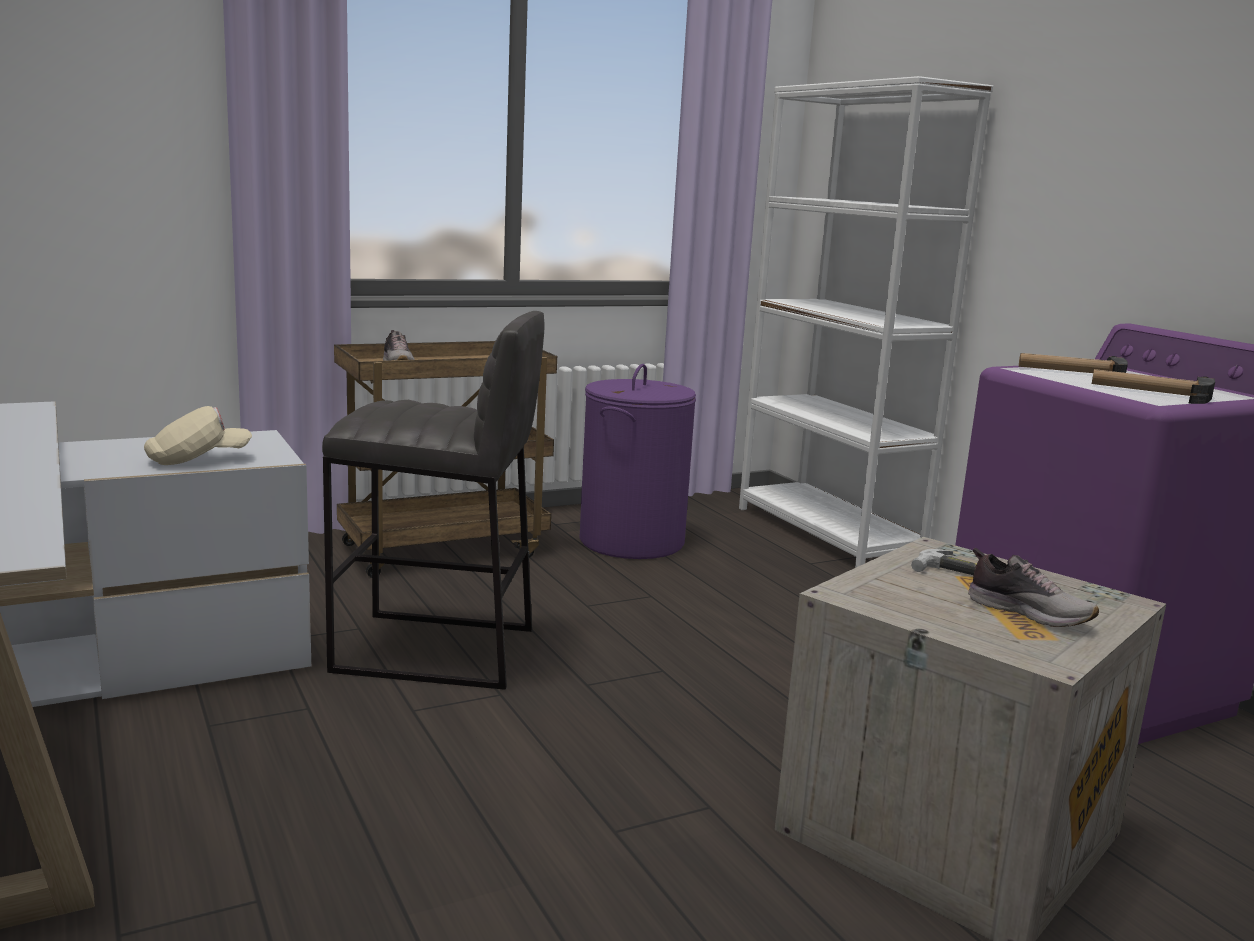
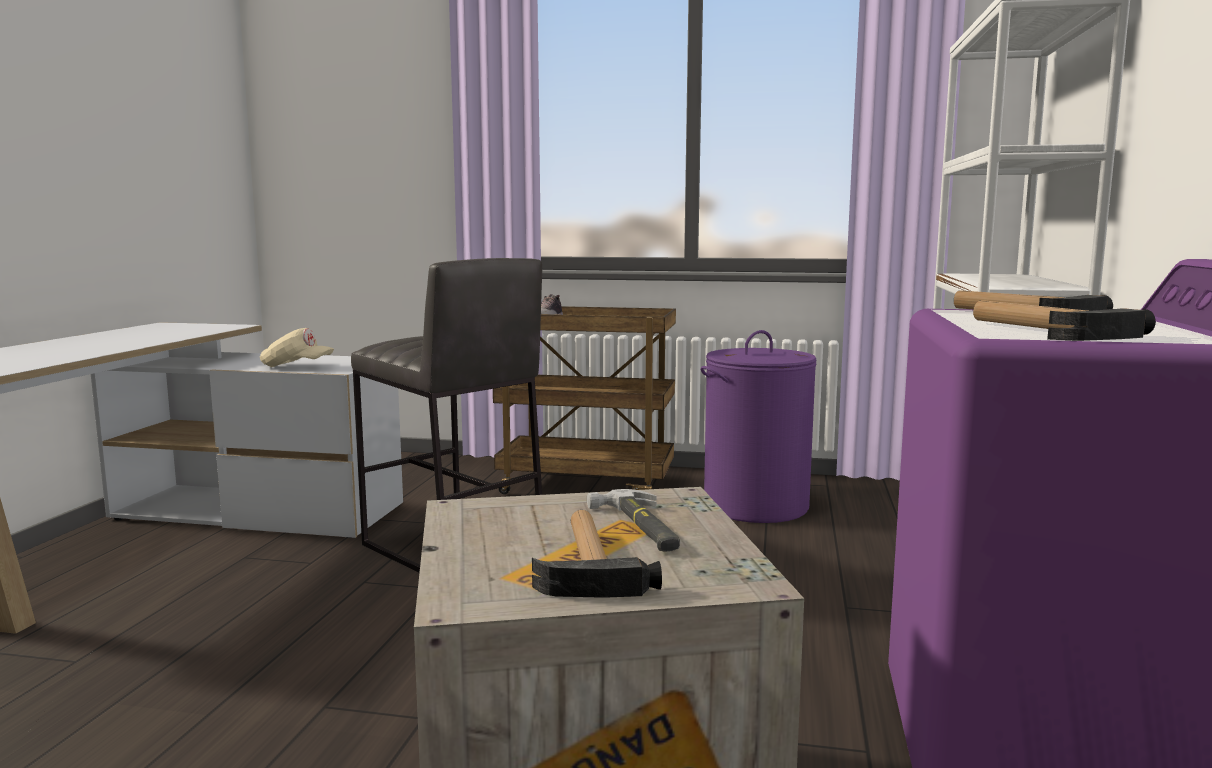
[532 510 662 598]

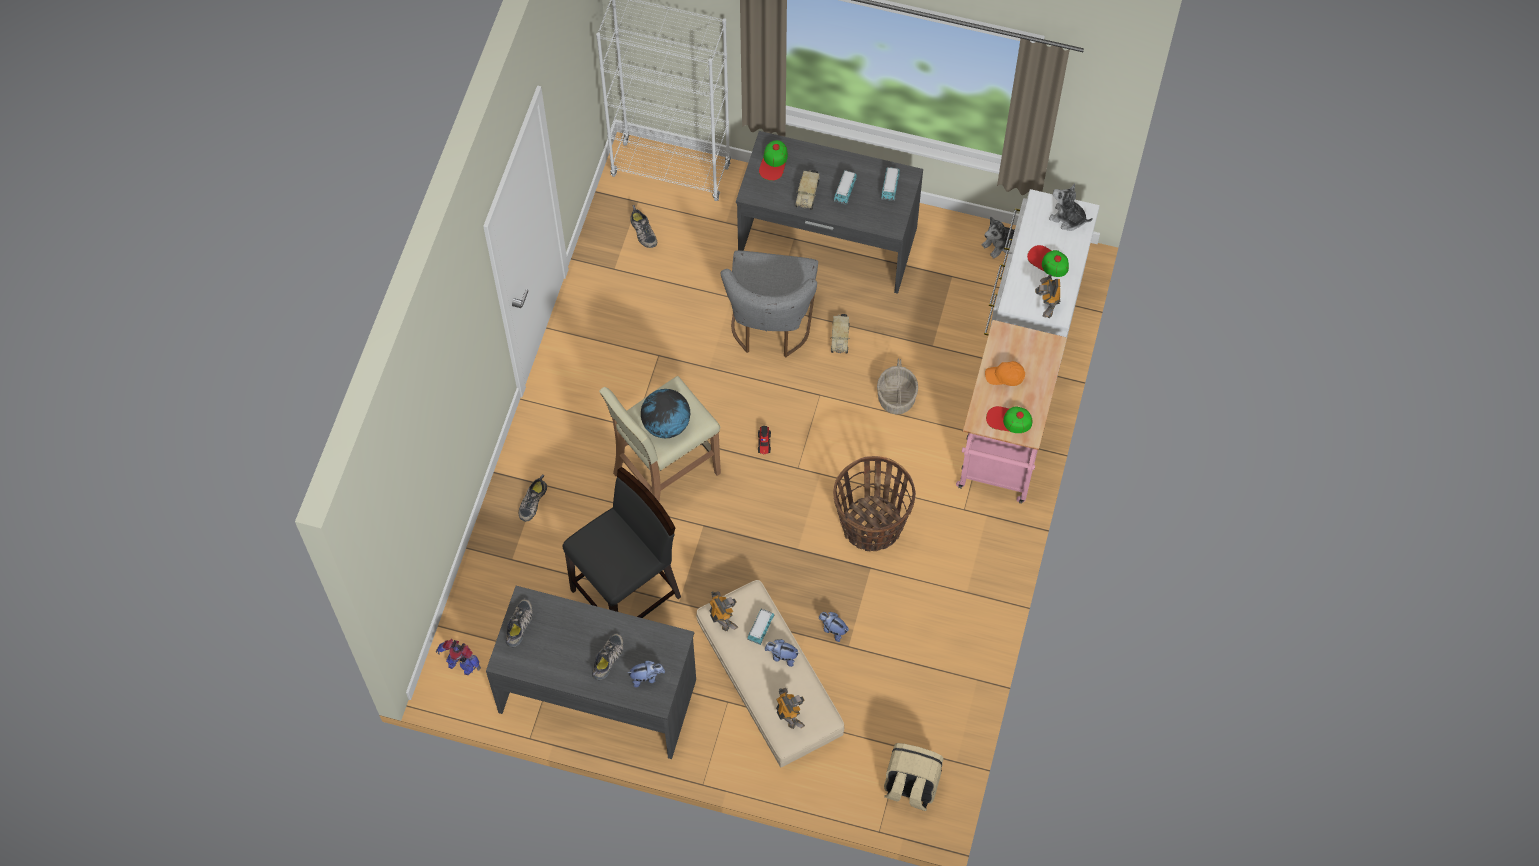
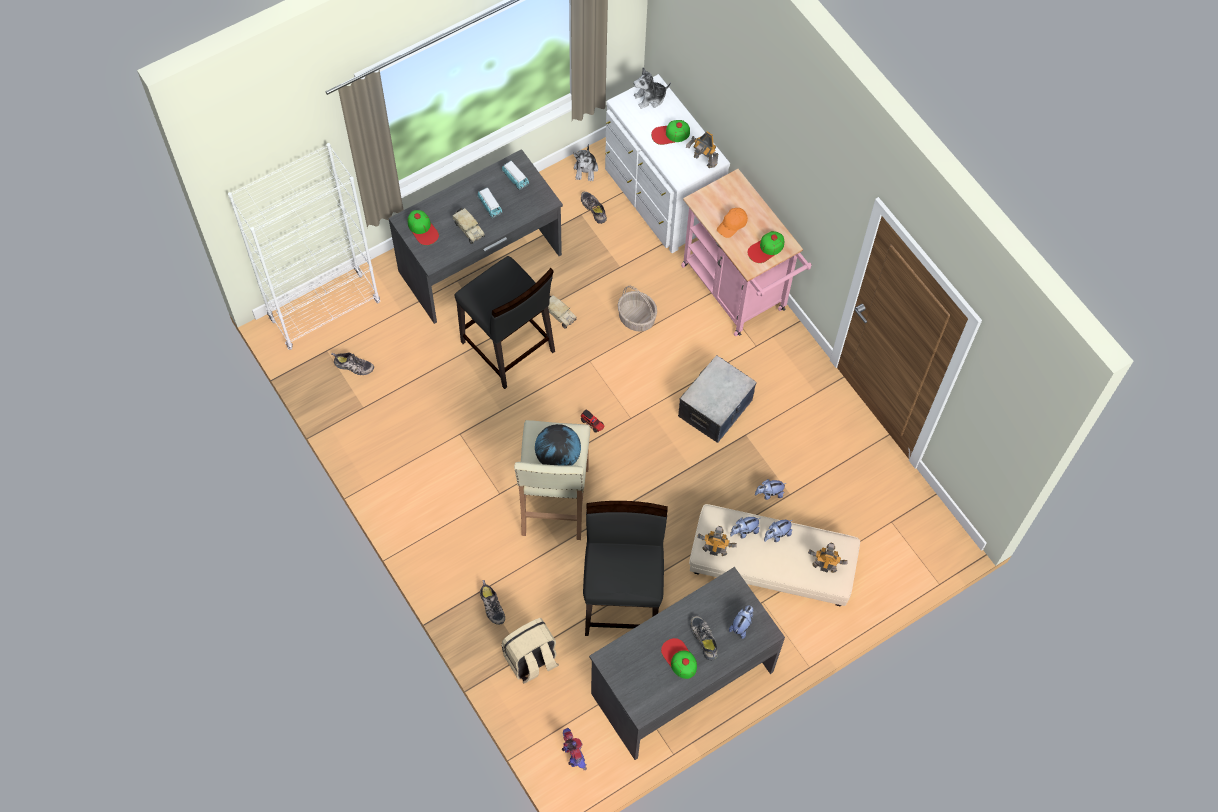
[661 638 697 679]
[581 191 607 224]
[502 618 559 684]
[455 256 555 389]
[730 517 760 538]
[678 355 757 443]
[562 728 587 771]

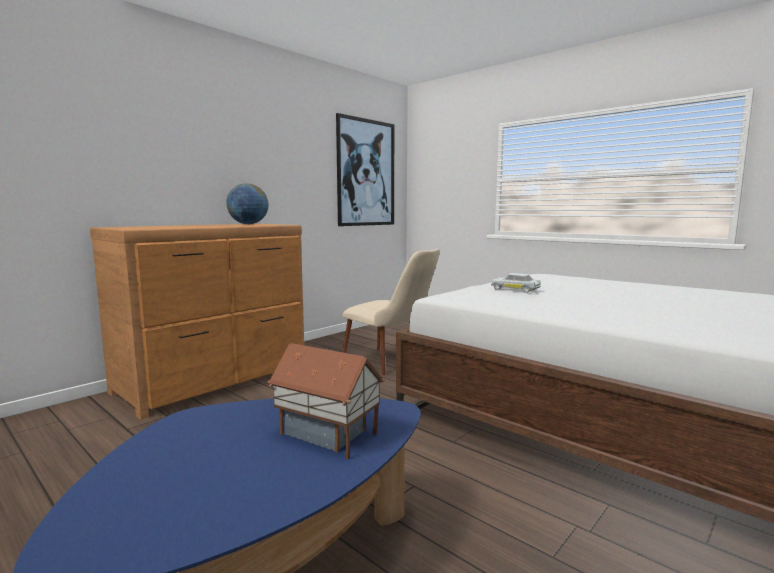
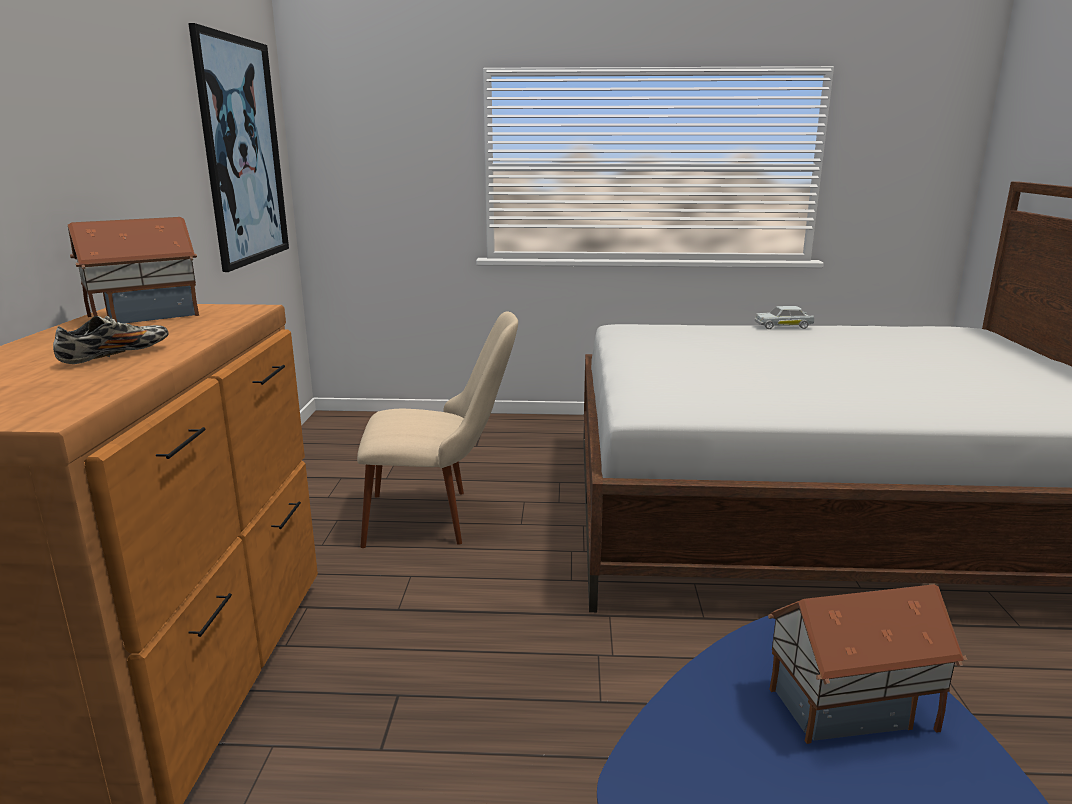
[53 316 169 364]
[755 306 814 329]
[68 217 199 324]

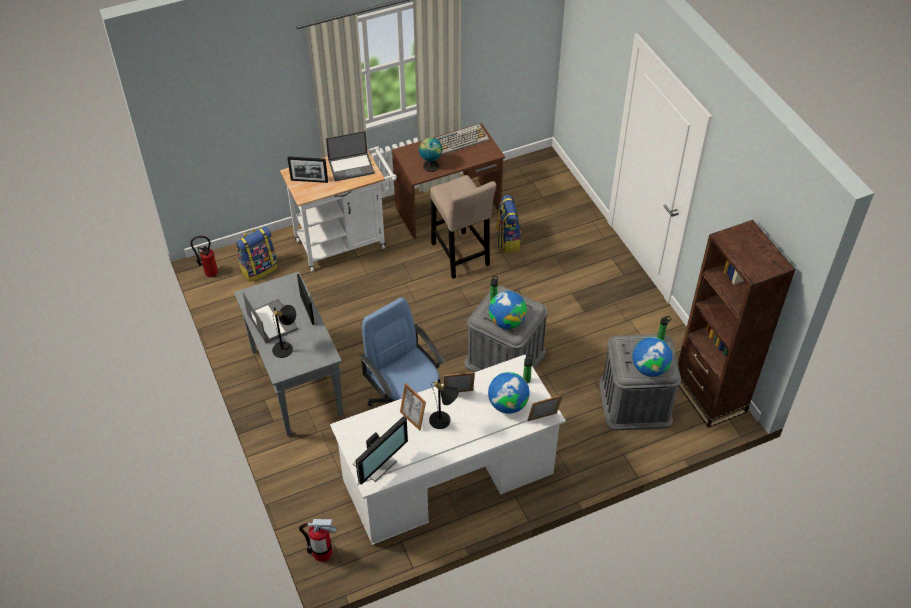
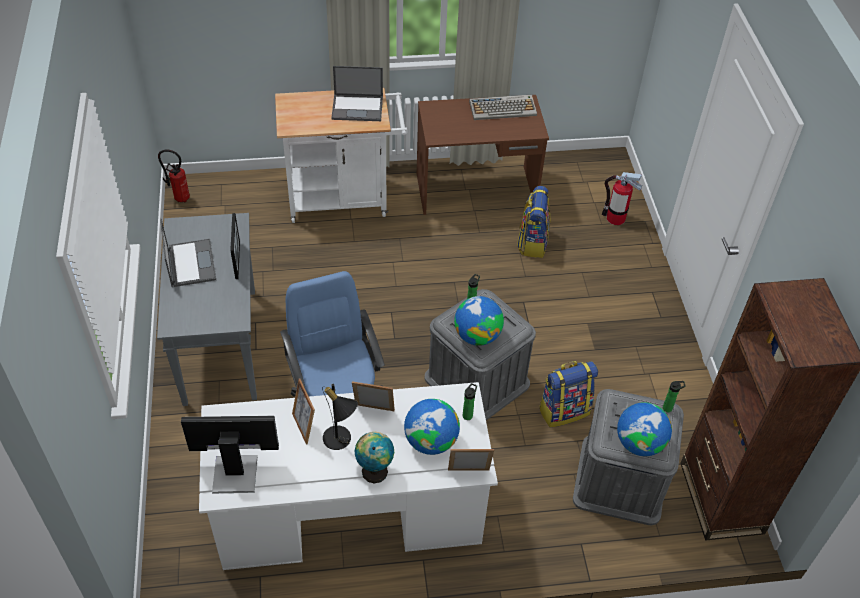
[272 305 297 358] (first image)
[288 156 328 183] (first image)
[430 175 496 279] (first image)
[539 361 598 427]
[602 172 642 225]
[355 432 394 483]
[181 416 279 493]

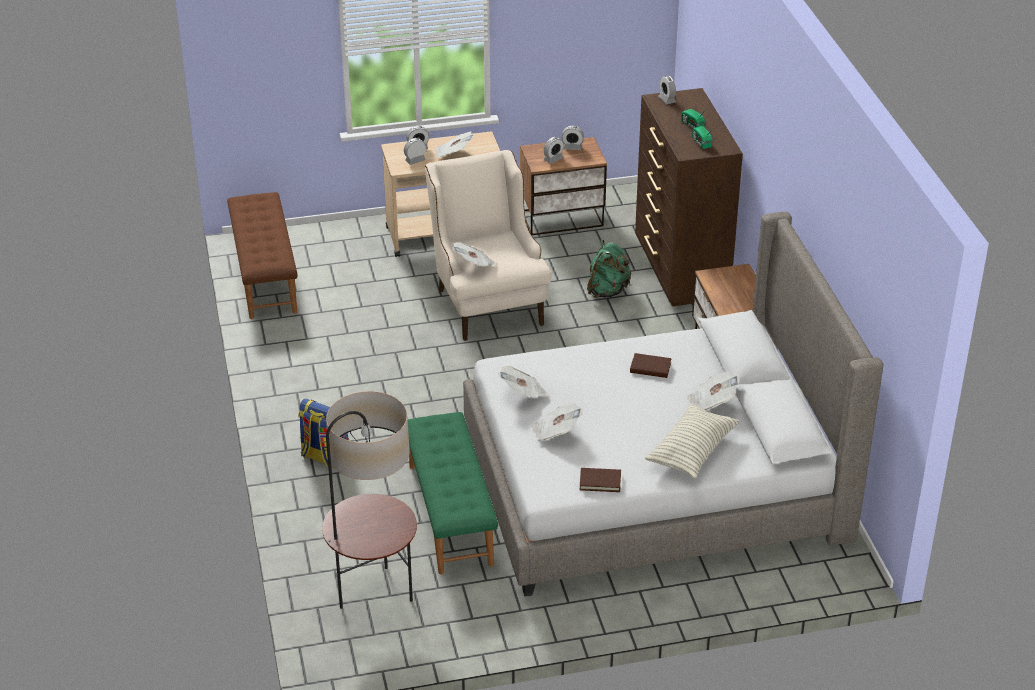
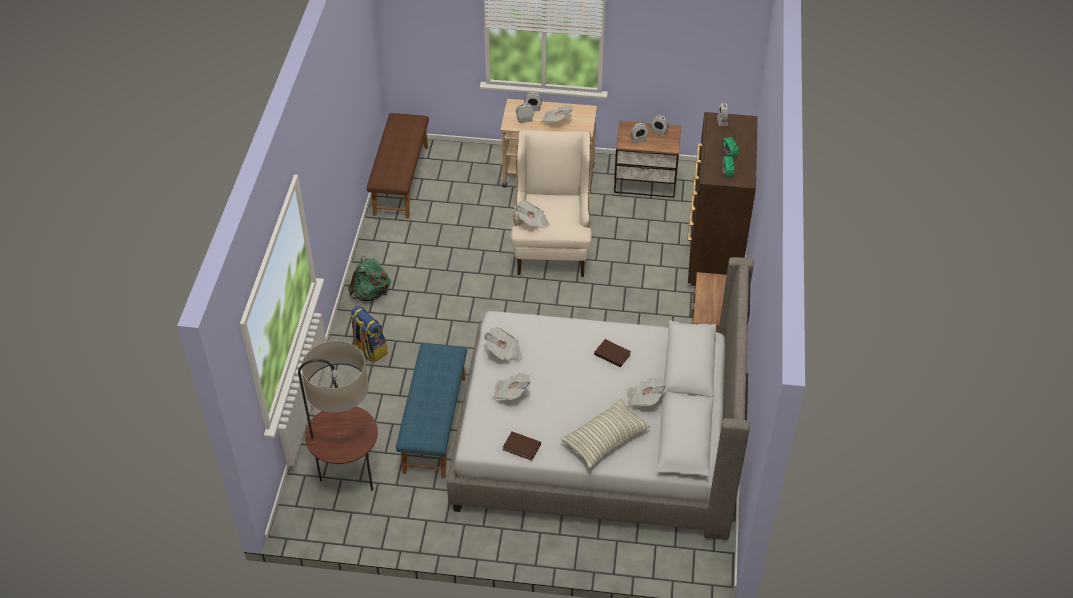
[348 256 391 301]
[396 343 467 478]

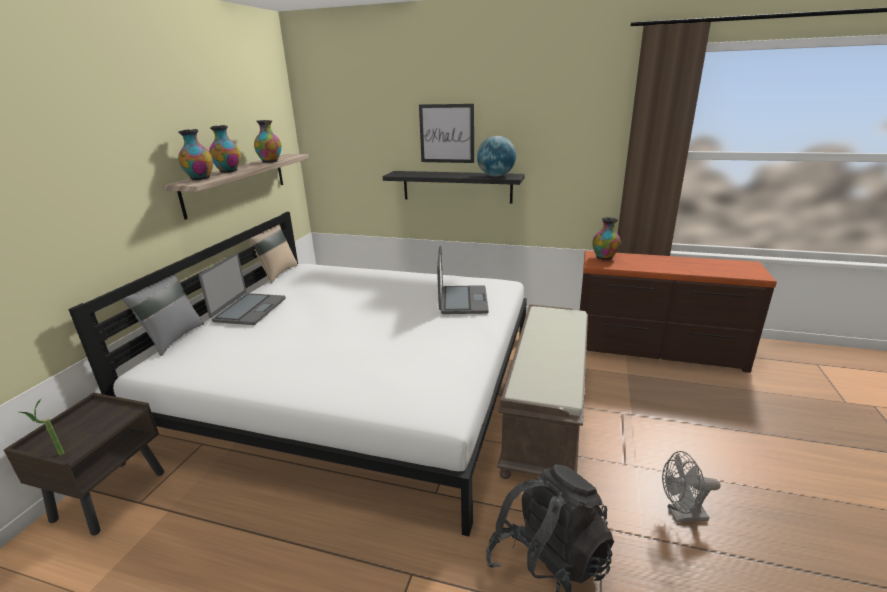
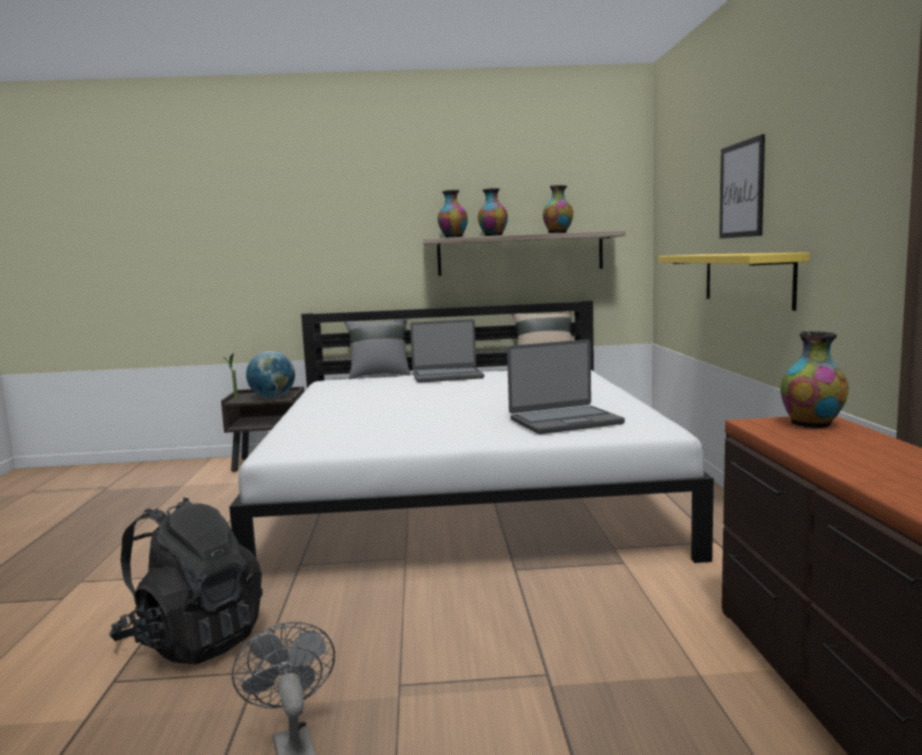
[497 304 588 479] (first image)
[246 351 295 398]
[659 252 810 311]

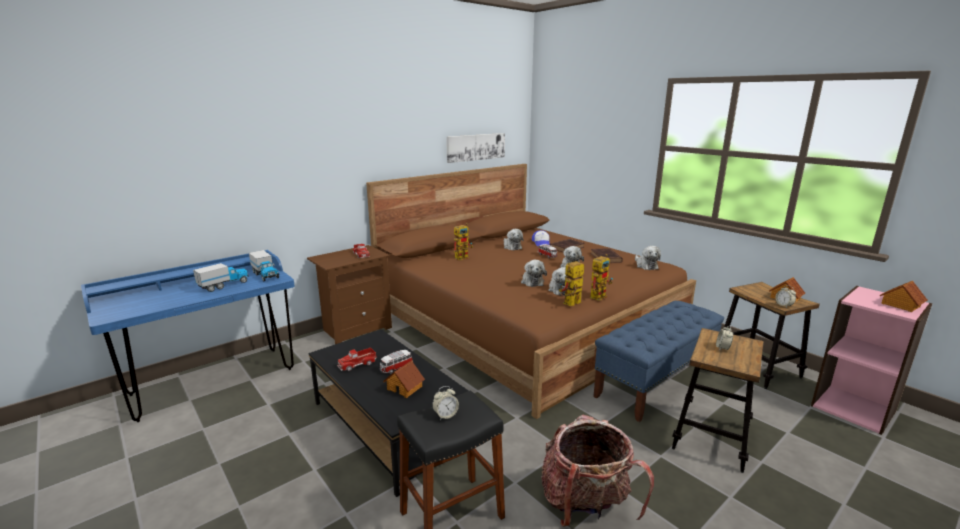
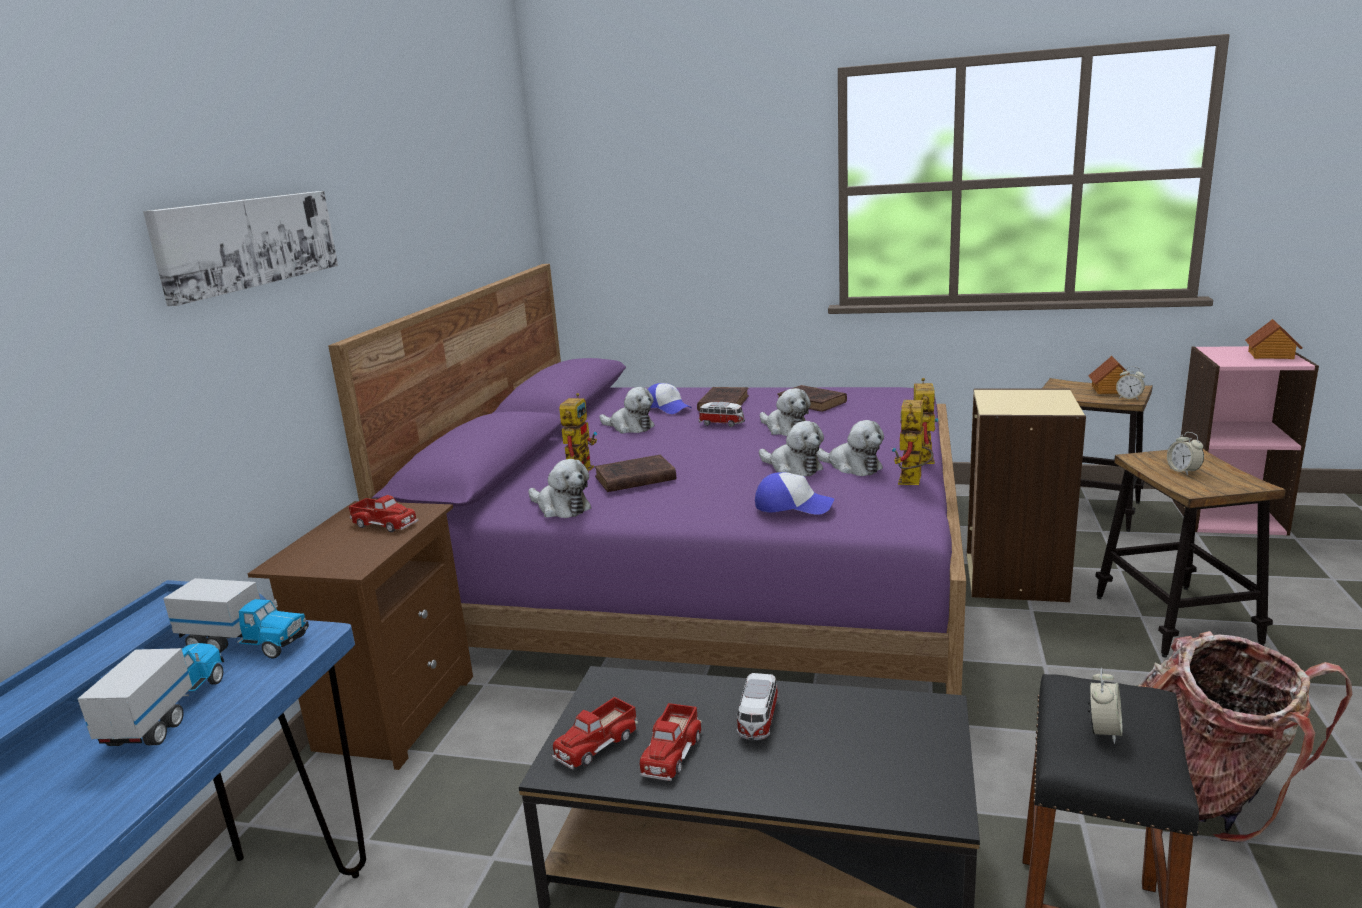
[383 360 425 398] (first image)
[552 697 638 769]
[594 455 676 492]
[755 472 834 515]
[143 191 338 306]
[528 459 591 518]
[967 389 1086 602]
[328 264 966 695]

